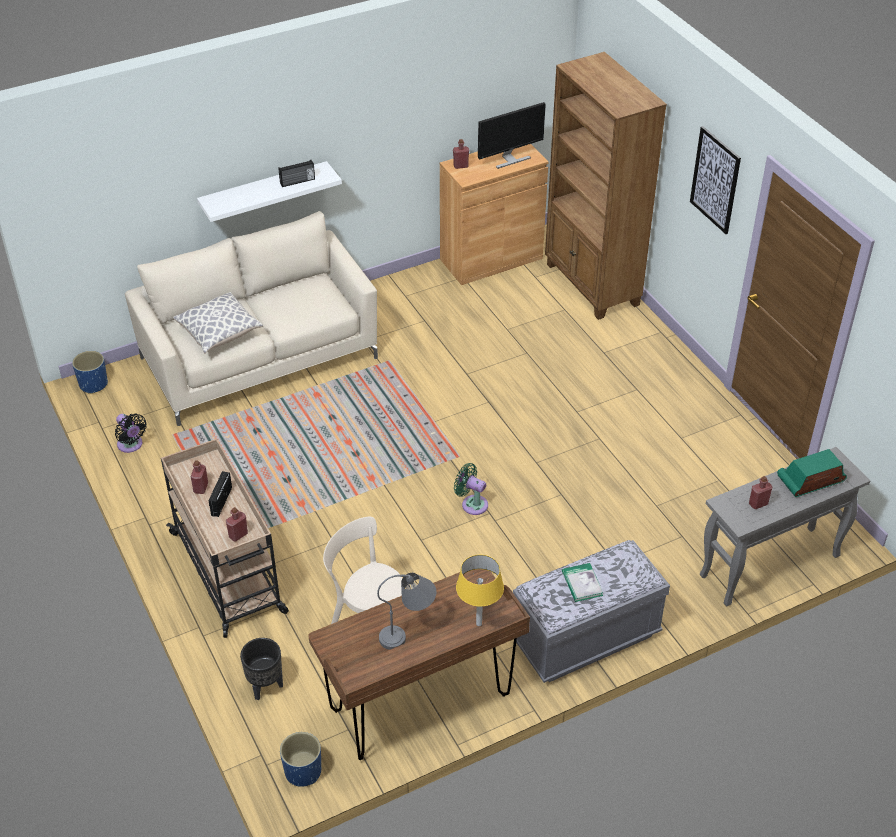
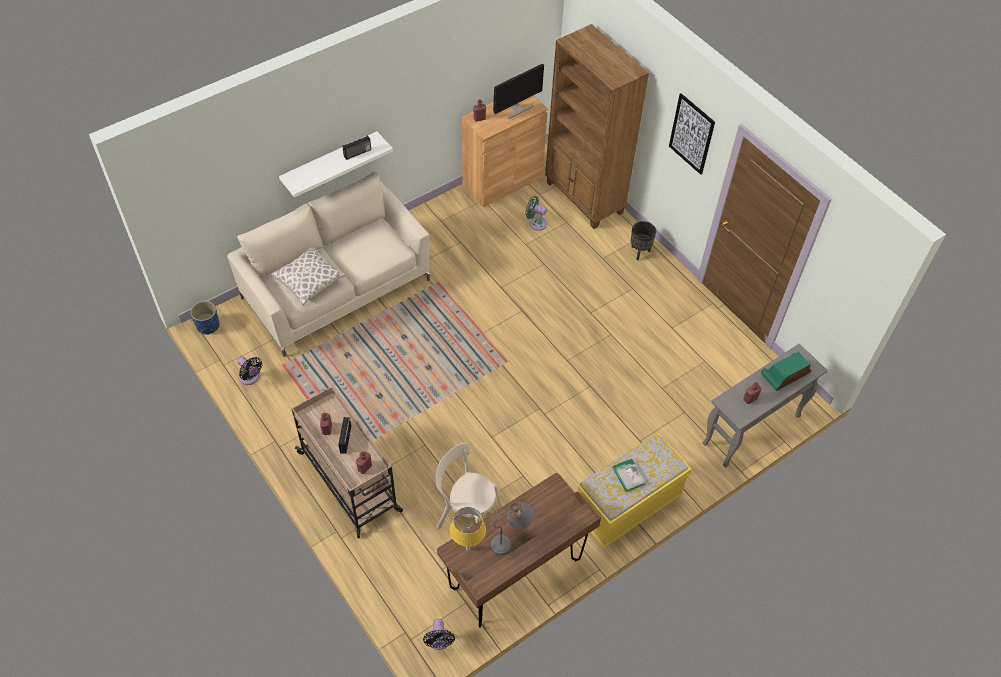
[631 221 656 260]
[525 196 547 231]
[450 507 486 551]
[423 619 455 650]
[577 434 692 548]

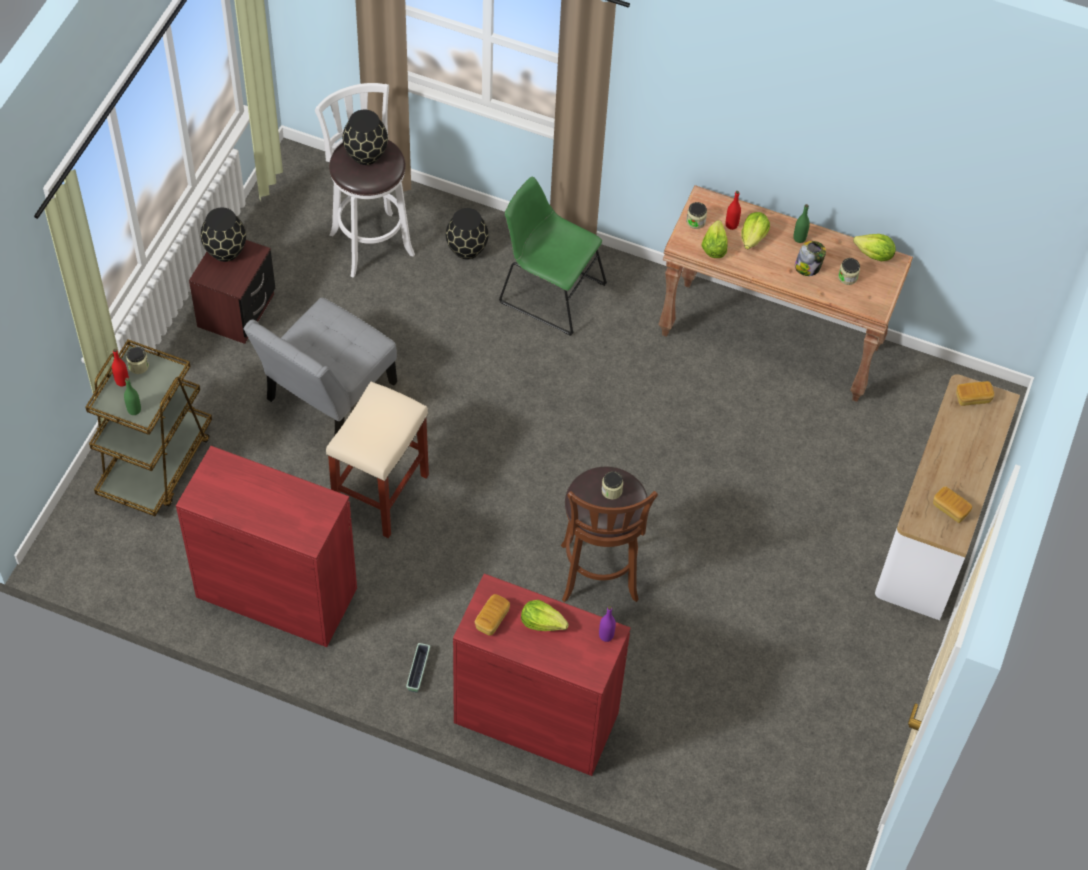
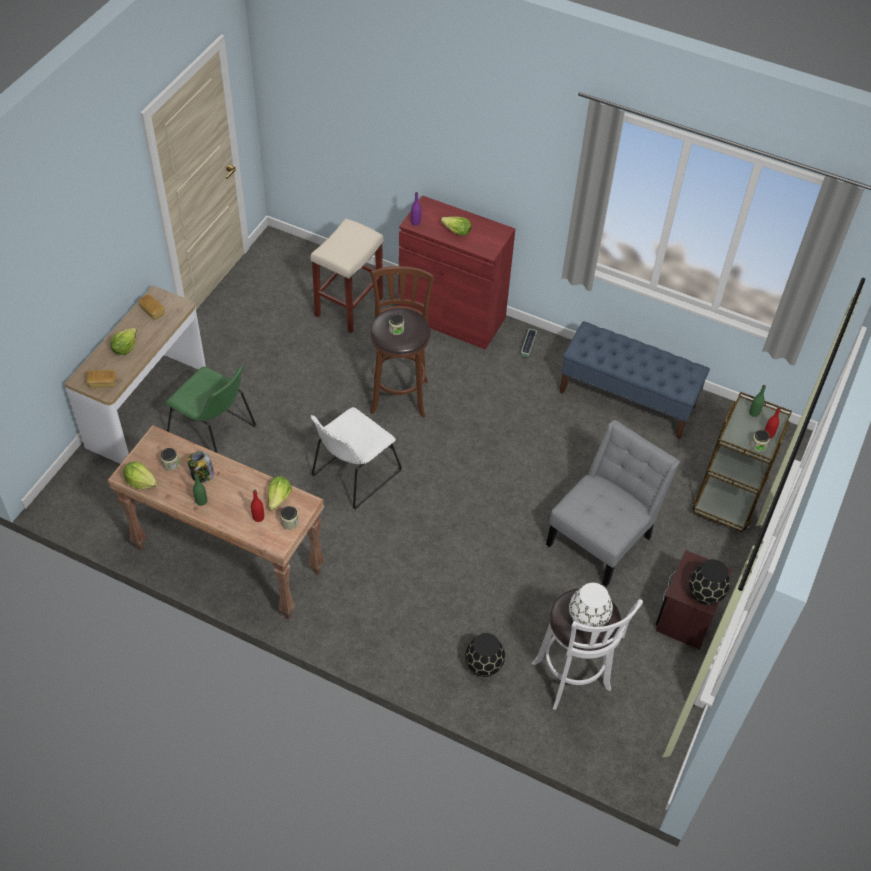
[475 594 510 636] (first image)
[310 407 402 509]
[311 218 383 333]
[165 366 256 453]
[111 328 137 355]
[559 321 710 439]
[569 583 613 627]

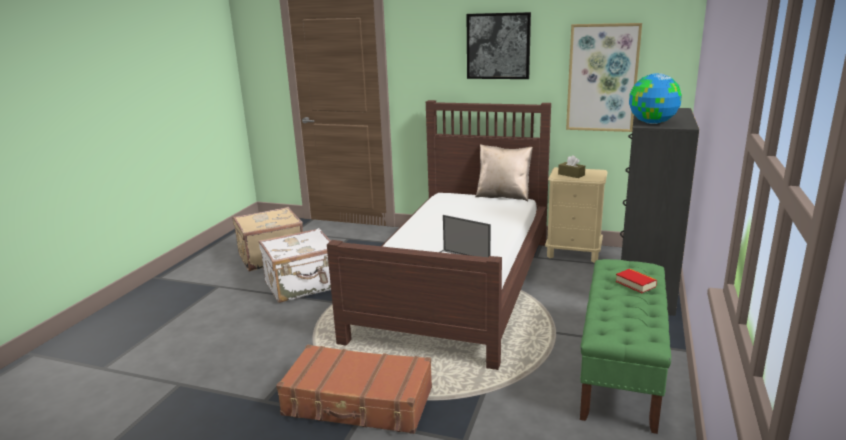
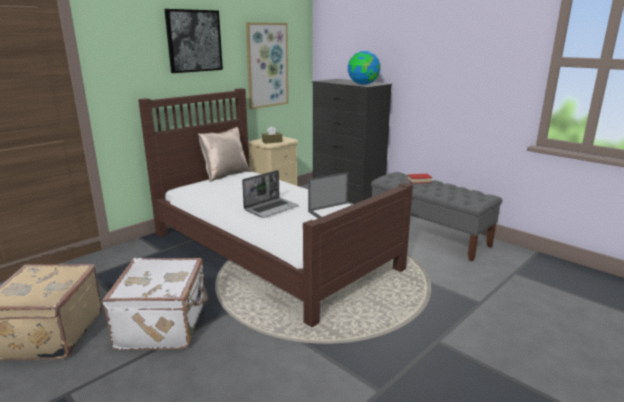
[276 345 432 434] (first image)
[242 170 299 218]
[371 172 502 261]

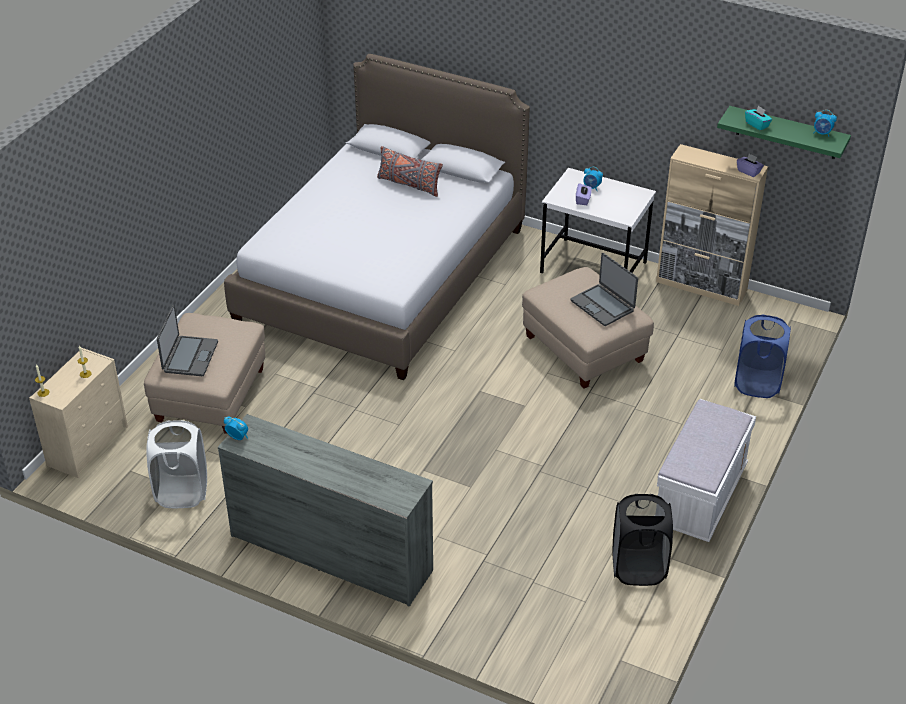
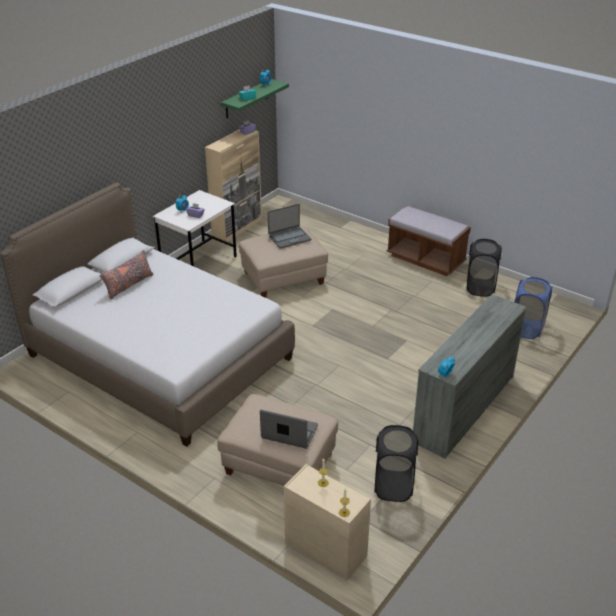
[515 277 552 339]
[375 425 419 502]
[387 206 471 276]

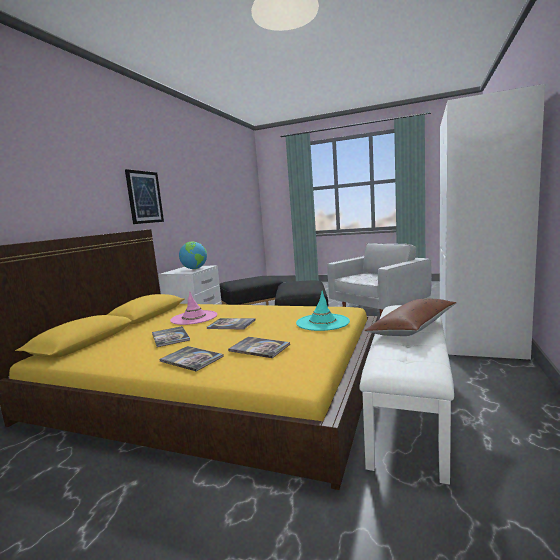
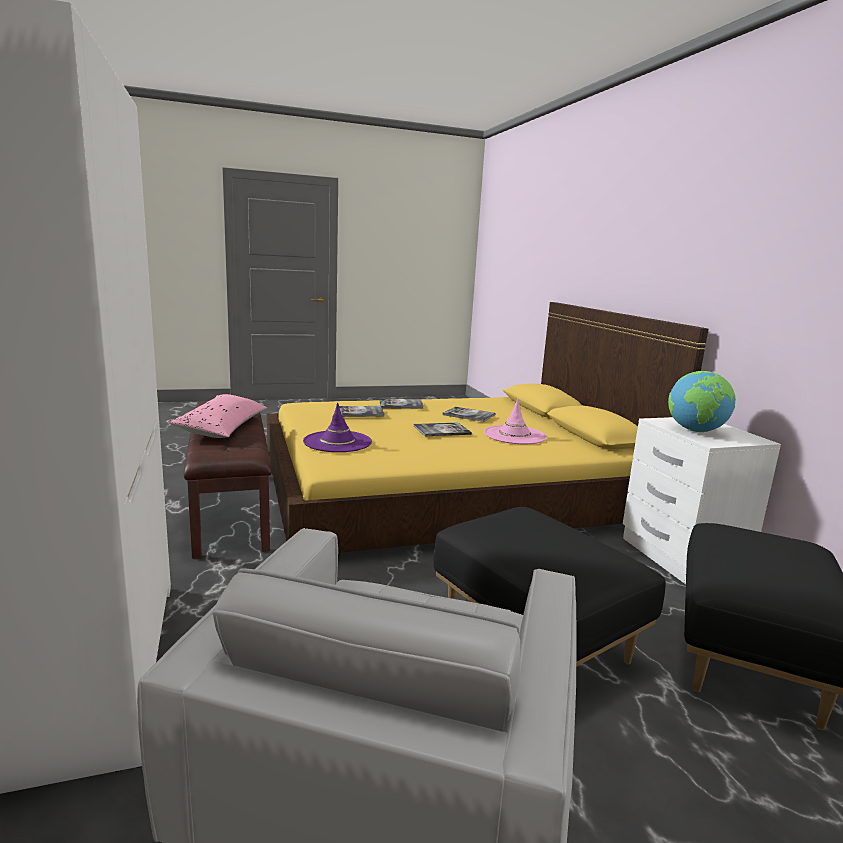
[125 169 164 224] (first image)
[303 402 372 452]
[184 402 272 559]
[169 394 267 438]

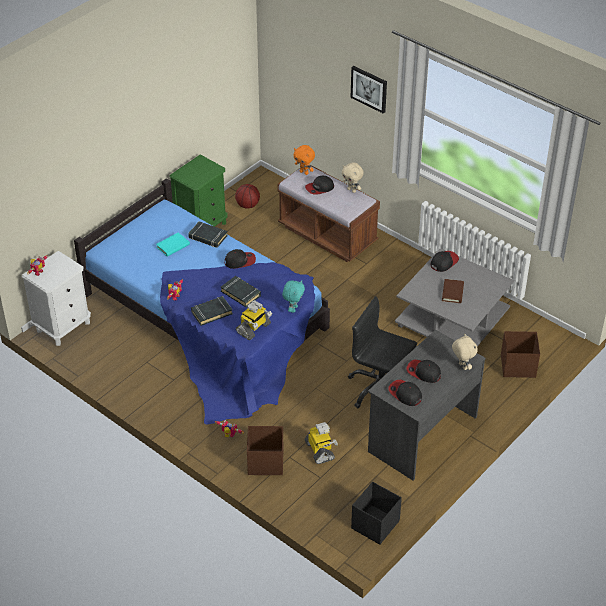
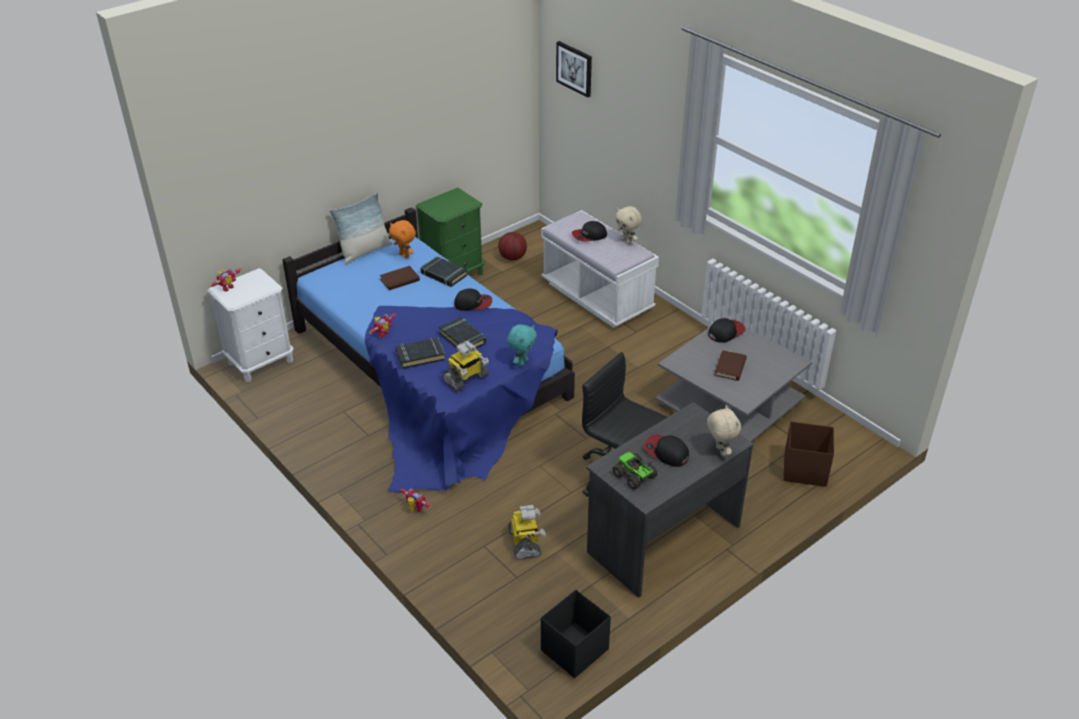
[247 426 283 475] (first image)
[330 193 392 265]
[389 220 416 258]
[556 41 592 98]
[613 452 658 490]
[379 266 420 290]
[541 210 659 328]

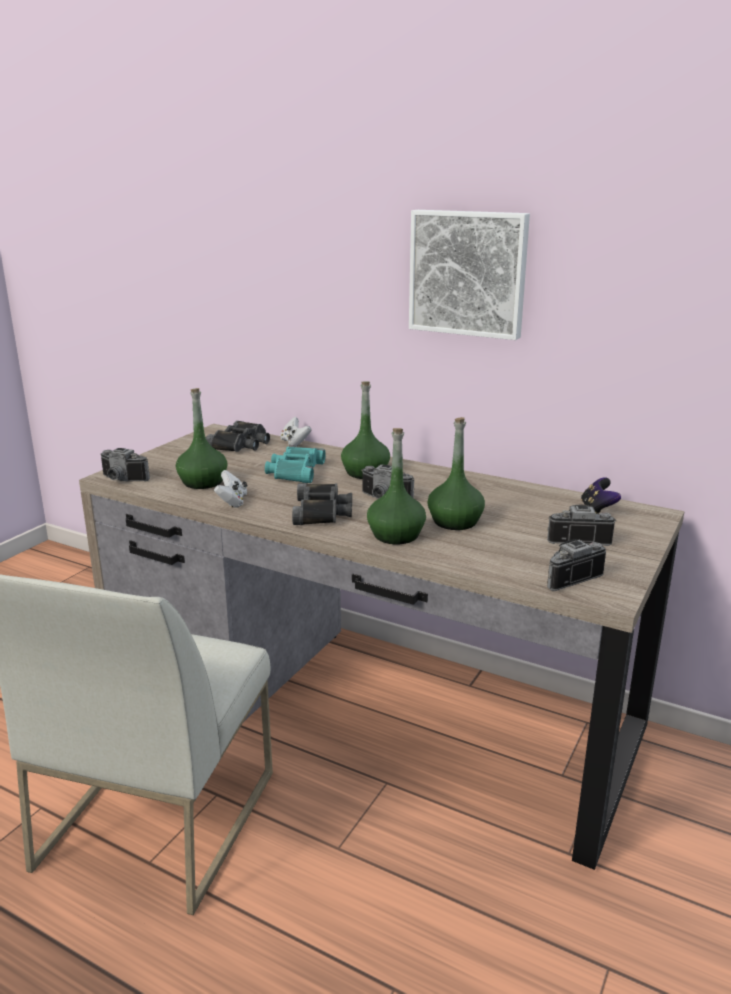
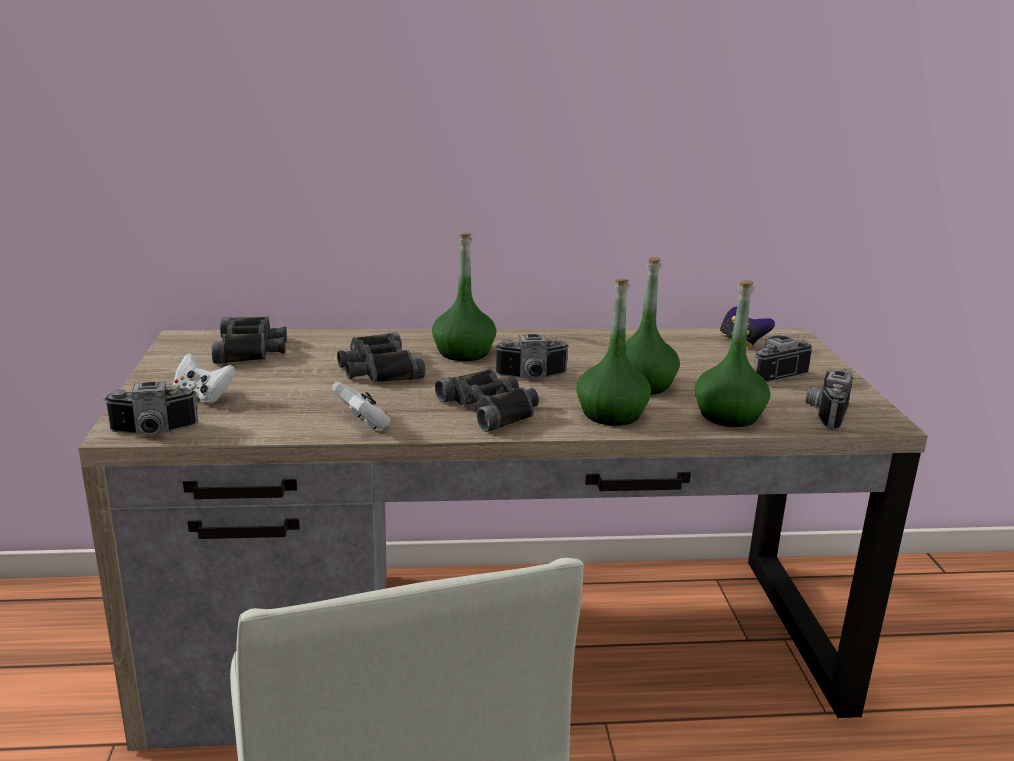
[409 210 530 340] (first image)
[695 280 770 427]
[173 353 236 404]
[337 332 425 383]

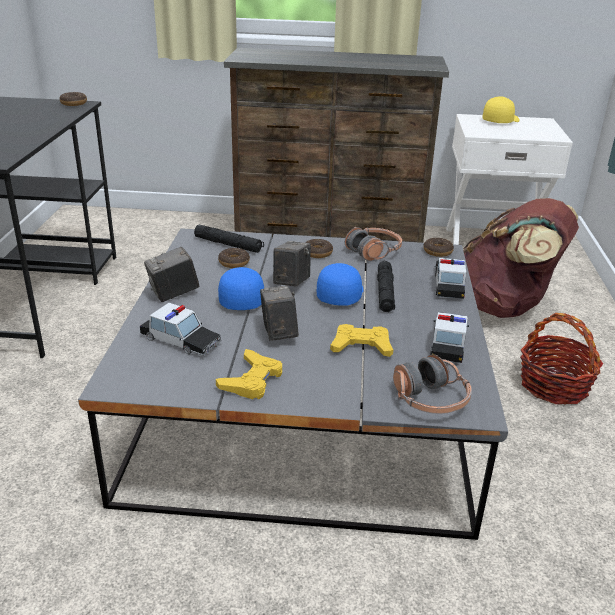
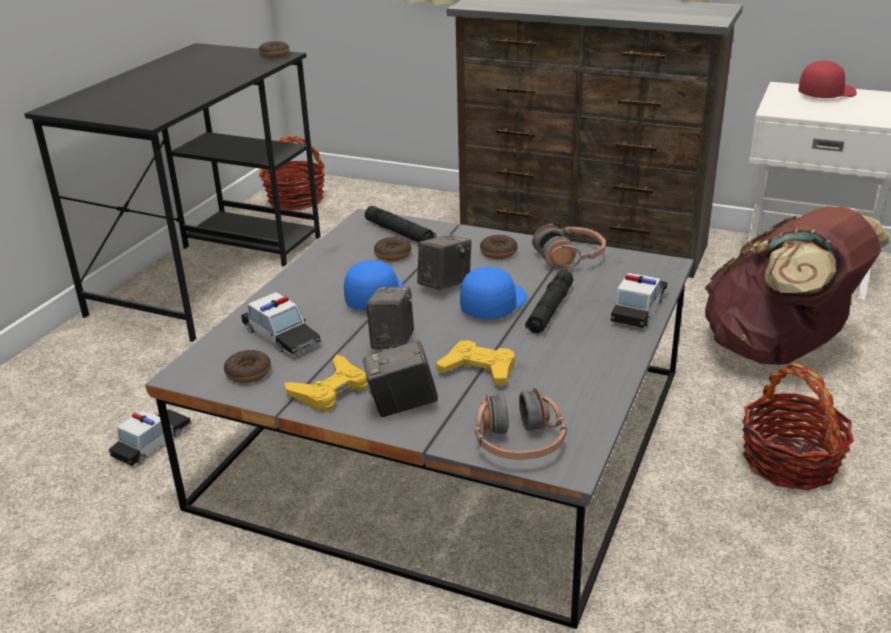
[259 136 325 211]
[363 340 438 417]
[224 350 271 383]
[109 409 192 466]
[798 61 857 98]

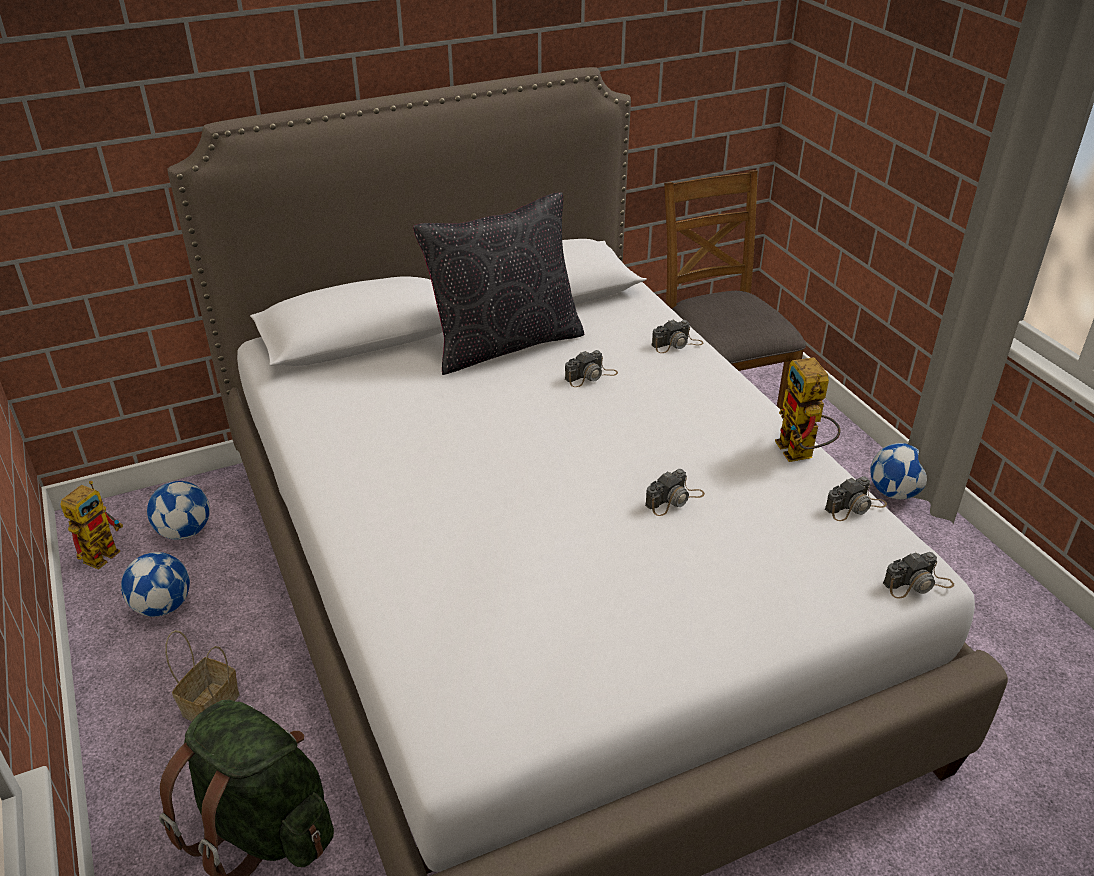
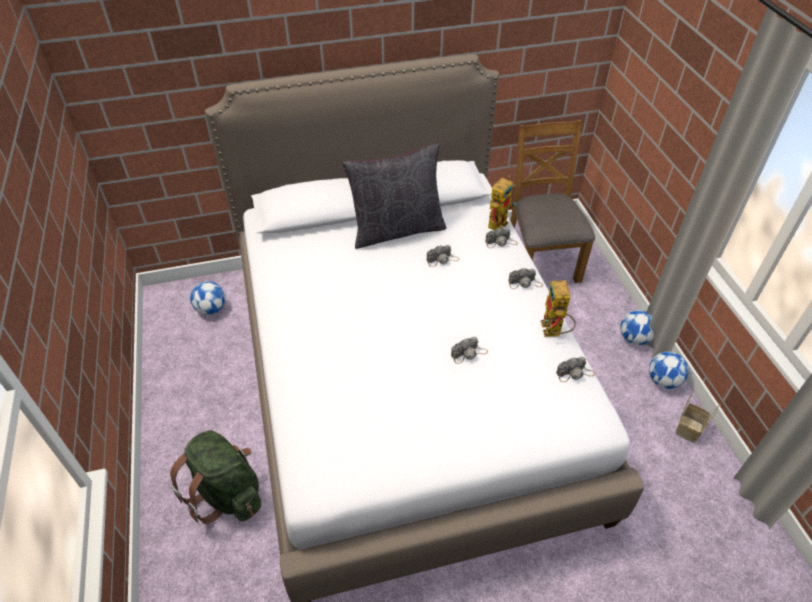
[488 176 516 230]
[649 351 689 389]
[675 391 720 443]
[508 268 543 289]

